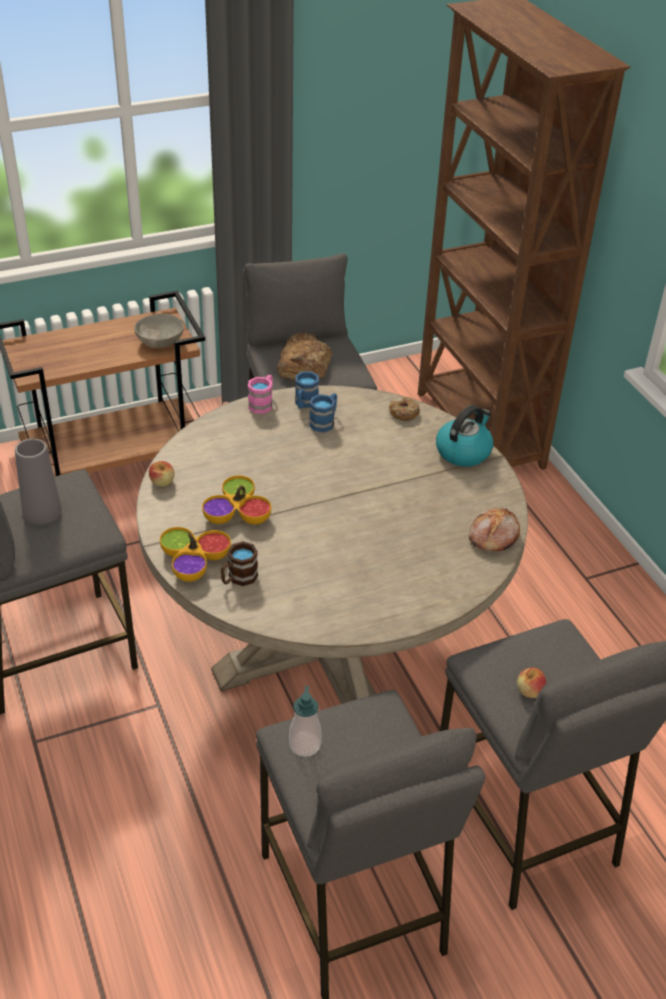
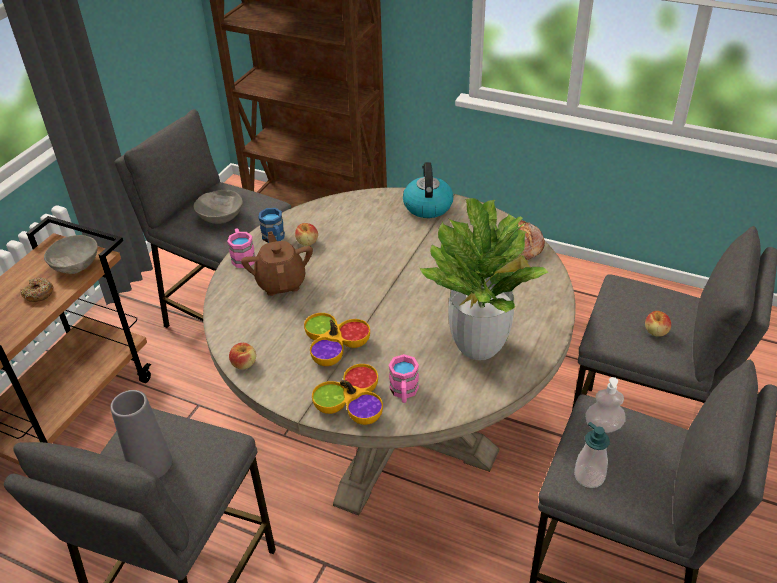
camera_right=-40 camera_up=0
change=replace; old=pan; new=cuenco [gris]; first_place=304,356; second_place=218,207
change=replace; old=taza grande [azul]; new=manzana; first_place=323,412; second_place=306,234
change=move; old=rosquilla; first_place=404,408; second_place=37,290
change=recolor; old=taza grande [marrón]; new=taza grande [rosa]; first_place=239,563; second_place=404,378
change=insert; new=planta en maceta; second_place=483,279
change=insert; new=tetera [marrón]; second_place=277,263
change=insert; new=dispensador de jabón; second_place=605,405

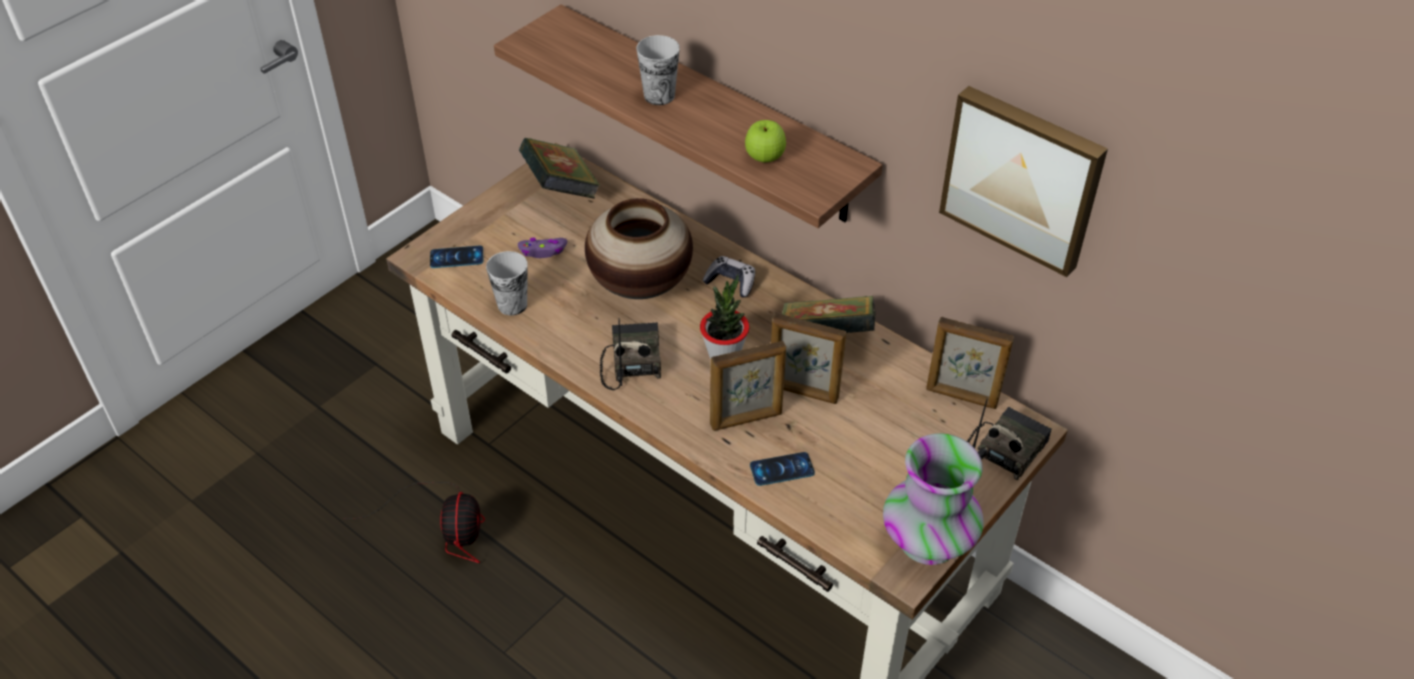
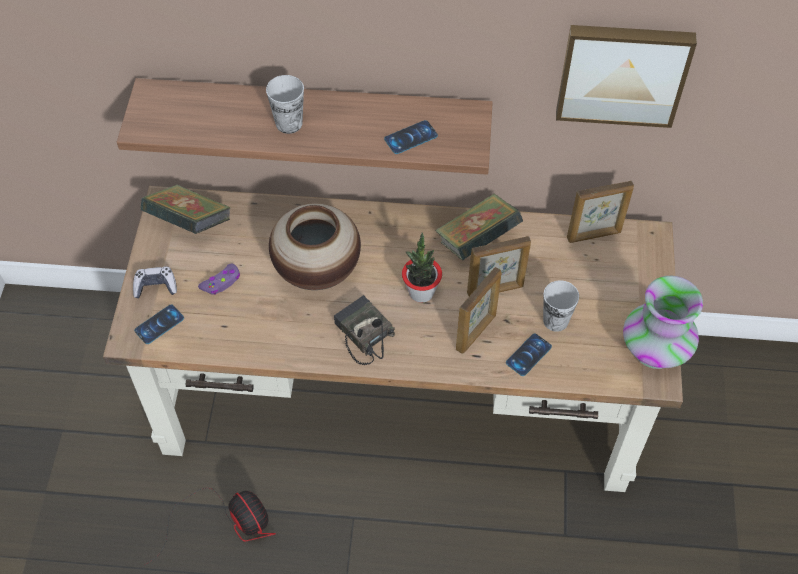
camera_right=-35 camera_up=10
change=replace; old=manzana; new=móvil; first_place=765,141; second_place=411,137
change=move; old=taza; first_place=507,283; second_place=561,306
change=move; old=mando de consola; first_place=728,276; second_place=155,282
change=delete; old=radio; first_place=1009,439

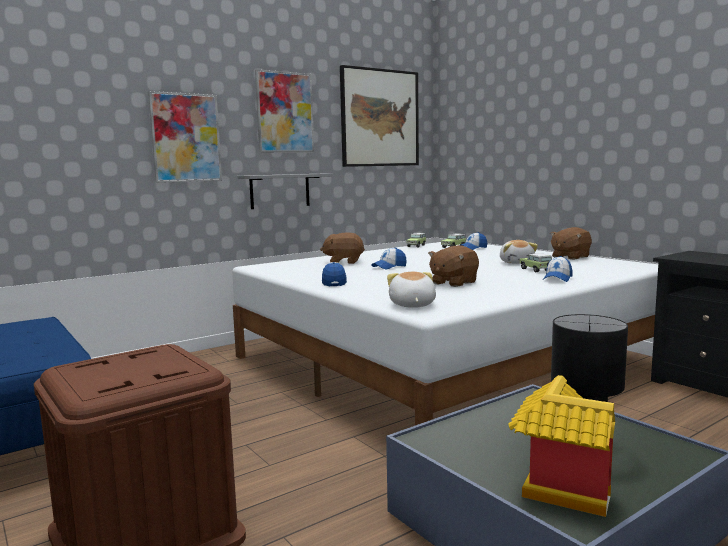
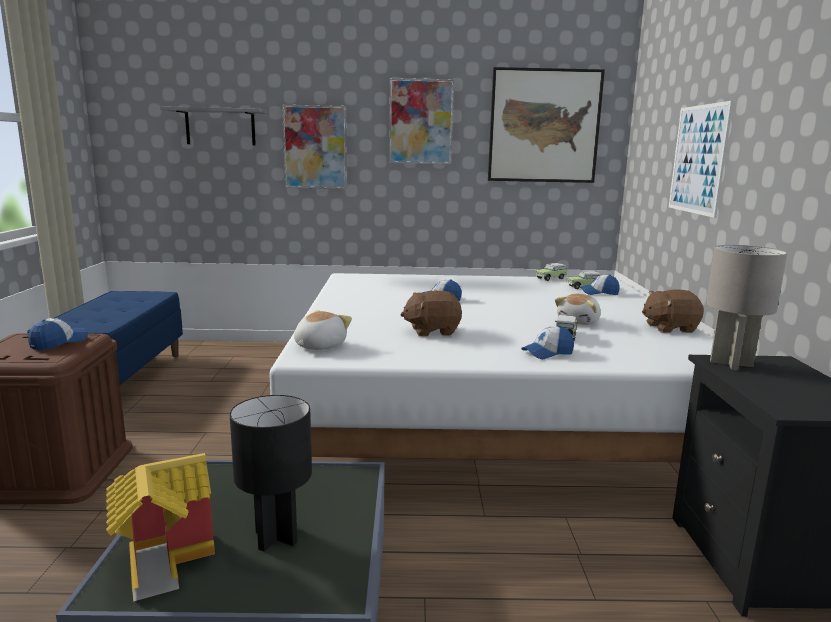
camera_right=35 camera_up=5
change=move; old=estante [gris]; first_place=285,191; second_place=213,126
change=delete; old=peluche [marrón]; first_place=342,248
change=move; old=gorra; first_place=334,274; second_place=58,334
change=insert; new=cuadro; second_place=701,159
change=insert; new=lámpara de mesa [gris]; second_place=746,307

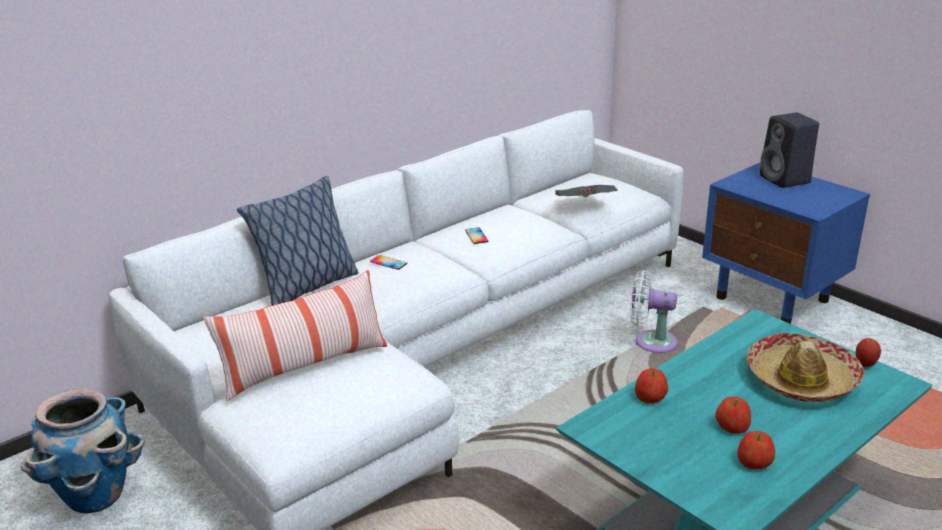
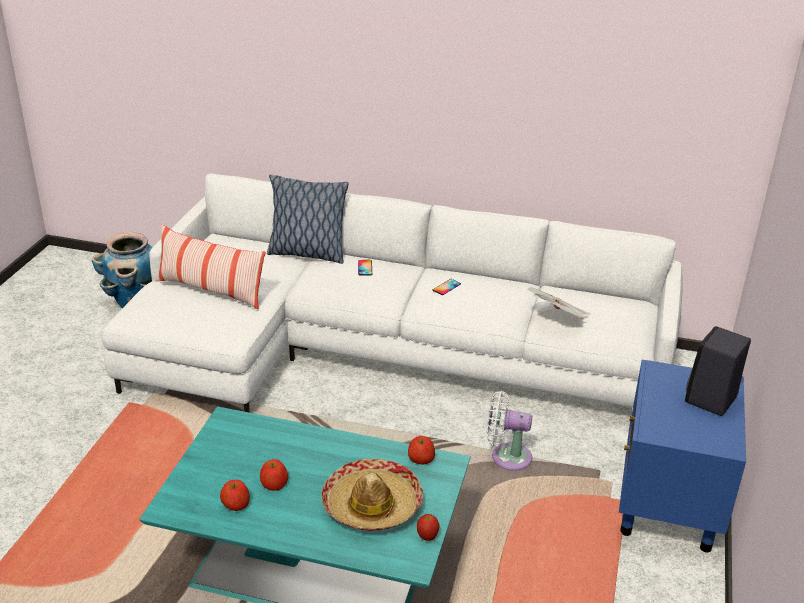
camera_right=55 camera_up=5
change=rotate; old=ventilador [blanco]; first_place=654,311; second_place=509,431; degrees=-60
change=move; old=manzana; first_place=651,386; second_place=421,450

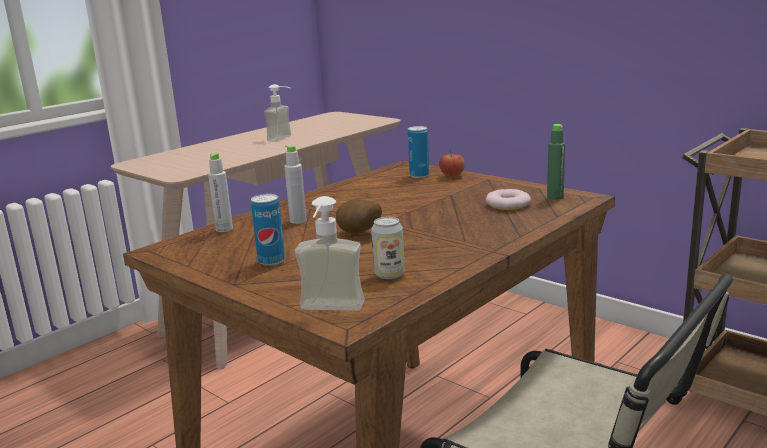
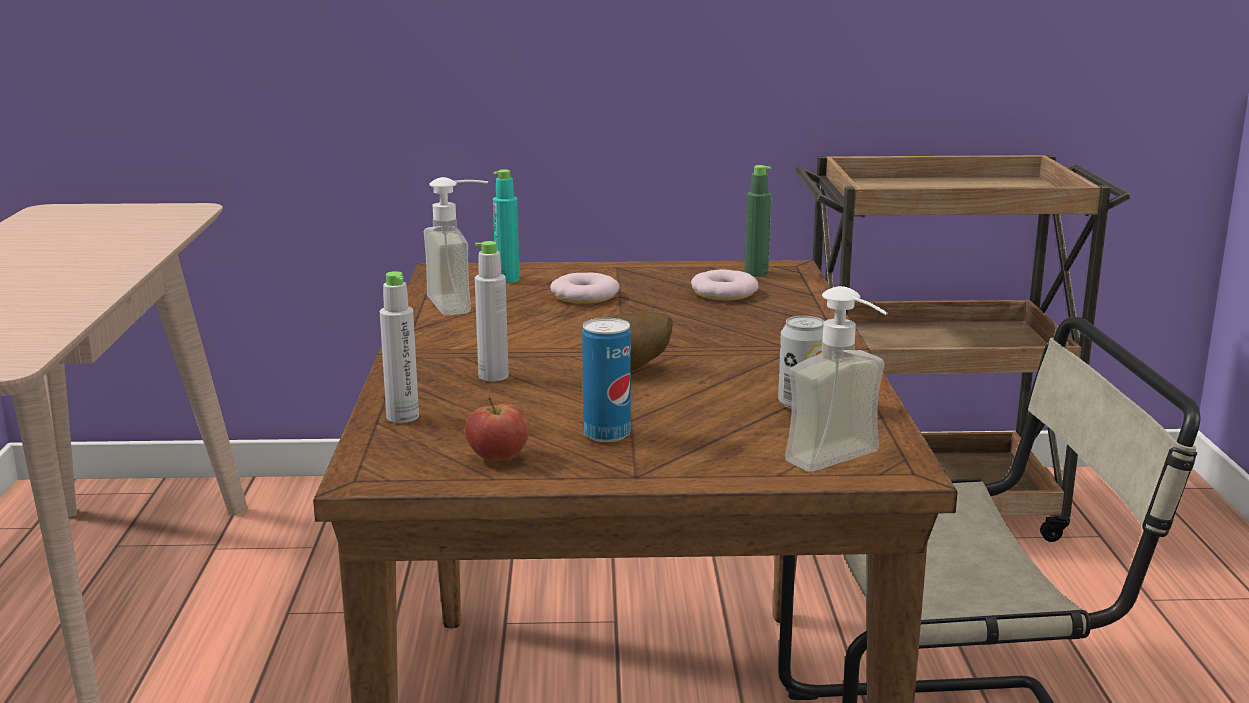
camera_right=-45 camera_up=0
change=move; old=dispensador de jabón; first_place=277,113; second_place=456,246
change=replace; old=lata; new=botella [turquesa]; first_place=418,152; second_place=506,226
change=move; old=manzana; first_place=452,163; second_place=497,429
change=insert; new=rosquilla; second_place=585,288

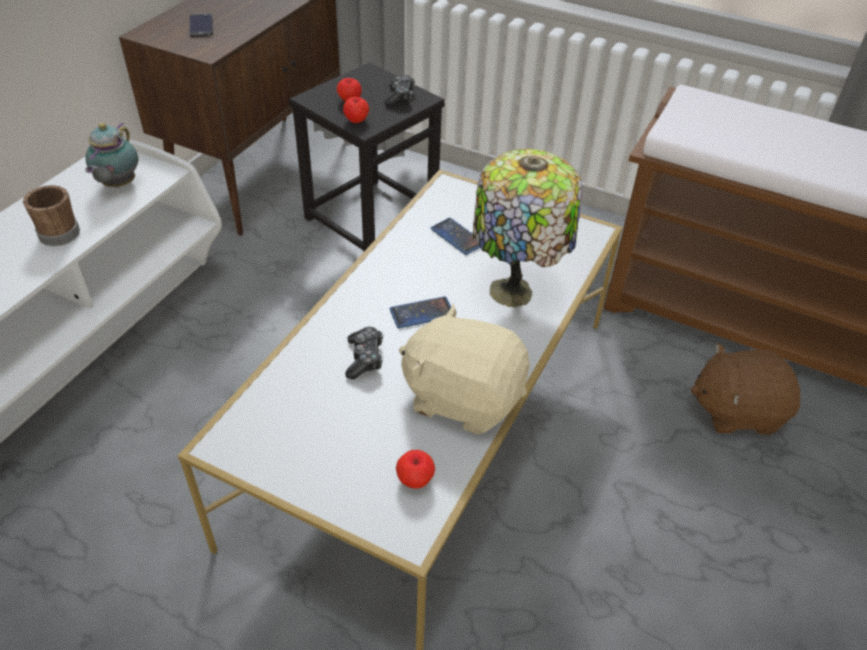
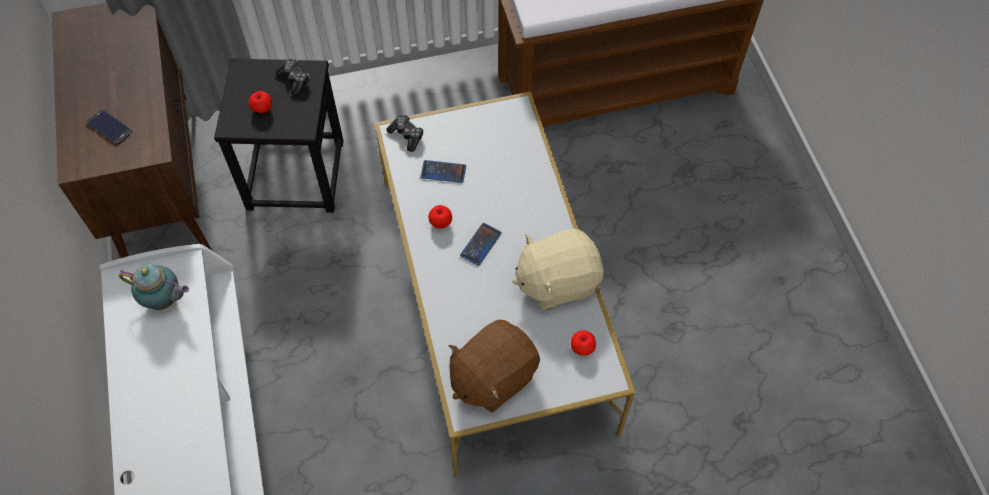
camera_right=-40 camera_up=15
change=move; old=manzana; first_place=356,110; second_place=440,216
change=rotate; old=tetera; first_place=111,155; second_place=154,287; degrees=-45
change=delete; old=lámpara de mesa; first_place=528,228
change=delete; old=taza grande [marrón]; first_place=51,215
change=move; old=mando de consola; first_place=364,353; second_place=405,133
change=move; old=peluche [marrón]; first_place=745,389; second_place=494,366

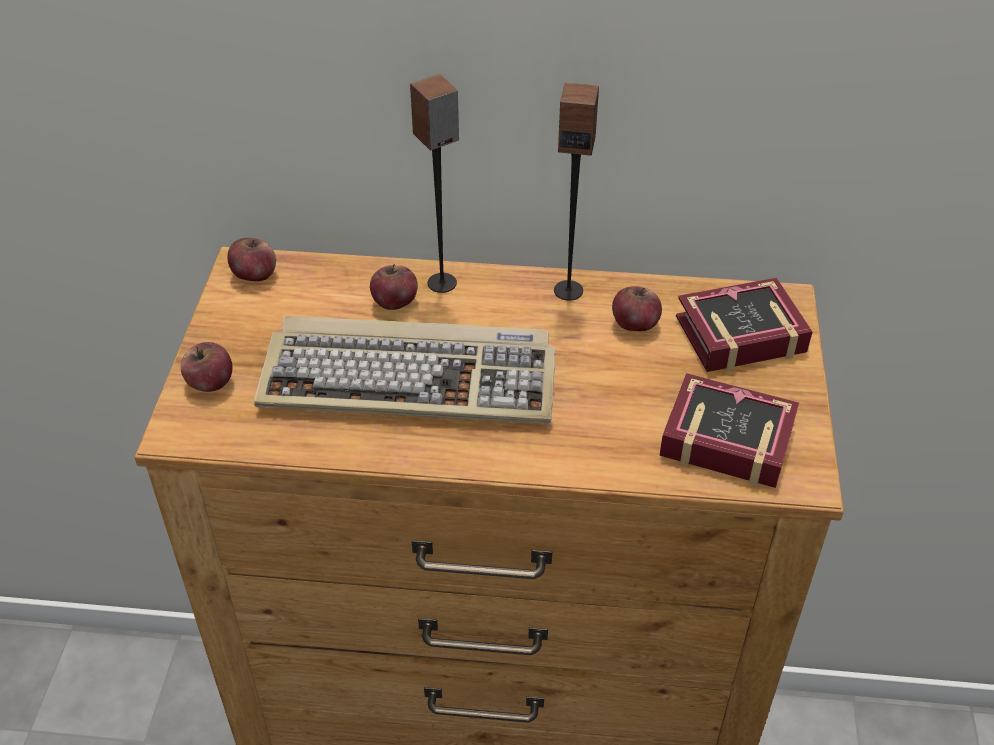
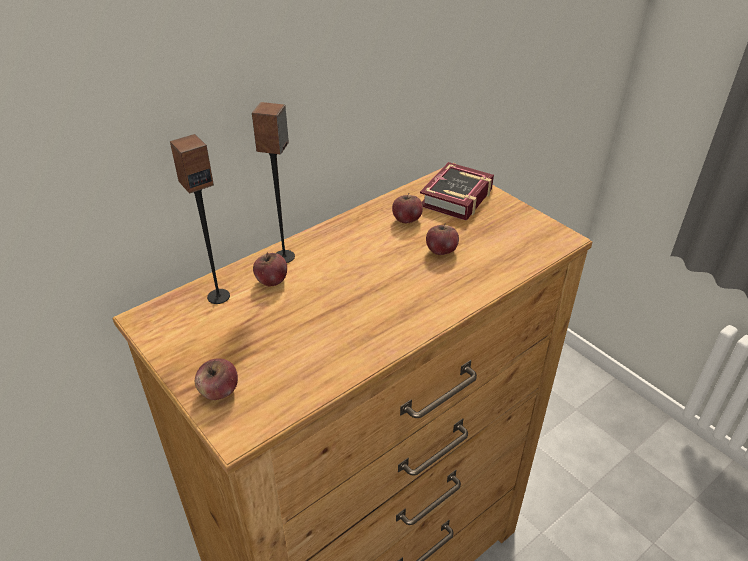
camera_right=-45 camera_up=-5
change=move; old=altavoz; first_place=576,191; second_place=200,219
change=move; old=manzana; first_place=251,259; second_place=442,239
change=delete; old=teclado; first_place=404,370
change=delete; old=libro; first_place=729,430

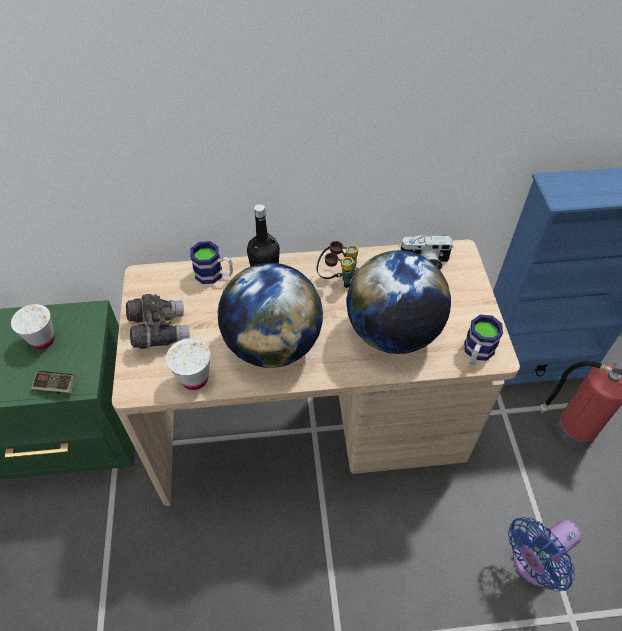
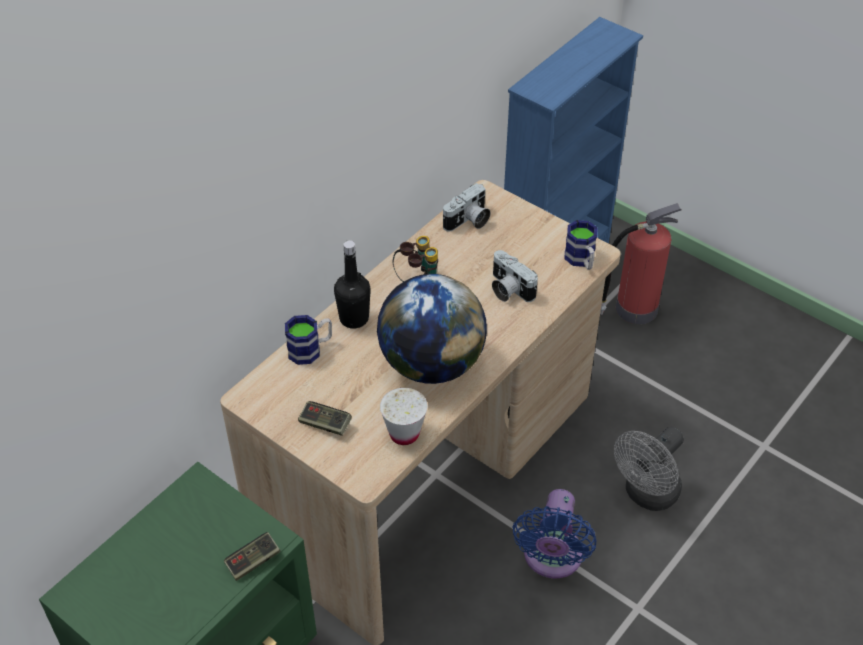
camera_right=-45 camera_up=-5
change=replace; old=globo terráqueo; new=cámara; first_place=398,302; second_place=515,276
change=replace; old=prismáticos [gris]; new=mando de consola; first_place=158,321; second_place=325,418
change=delete; old=taza [blanco]; first_place=33,326
change=move; old=ventilador [azul]; first_place=545,554; second_place=554,533
change=insert; new=ventilador [gris]; second_place=649,468

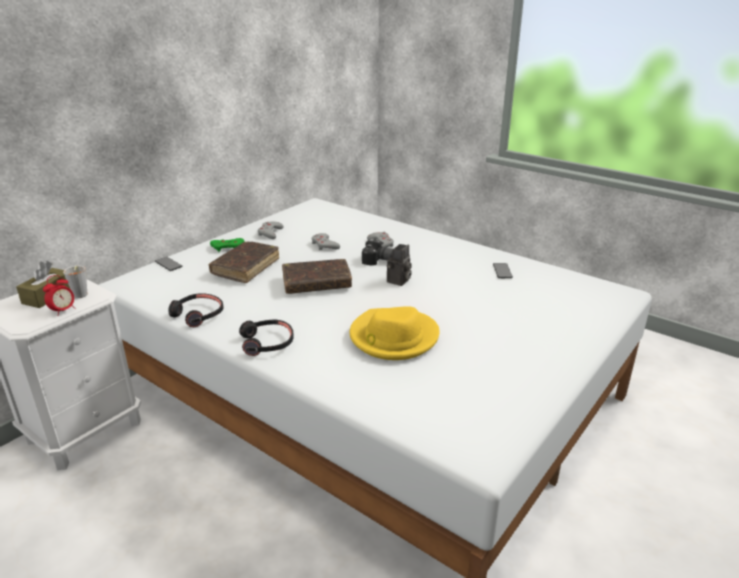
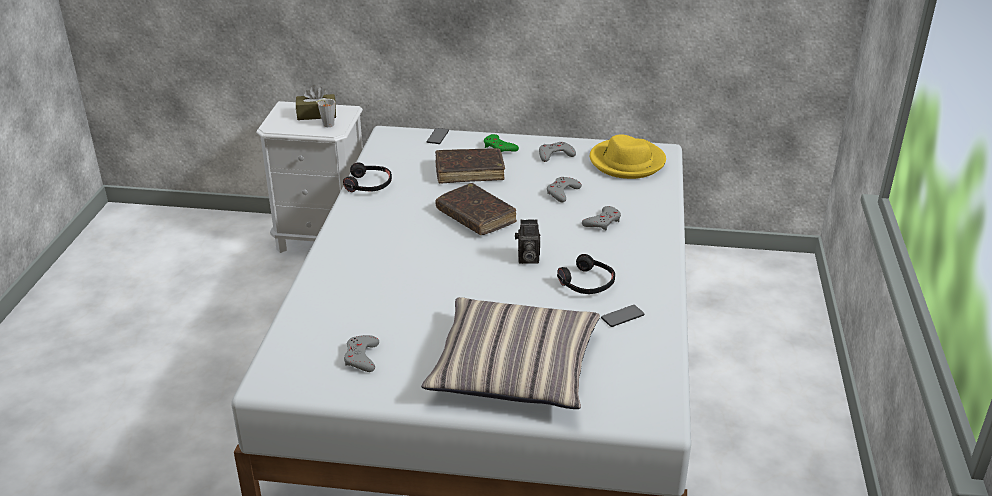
camera_right=60 camera_up=5
change=delete; old=cámara; first_place=377,252
change=delete; old=despertador; first_place=59,295
change=move; old=sombrero [amarillo]; first_place=394,333; second_place=628,156
change=move; old=auriculares [negro]; first_place=266,337; second_place=586,274
change=insert; new=cojín; second_place=510,353
change=insert; new=mando de consola [gris]; second_place=361,353

